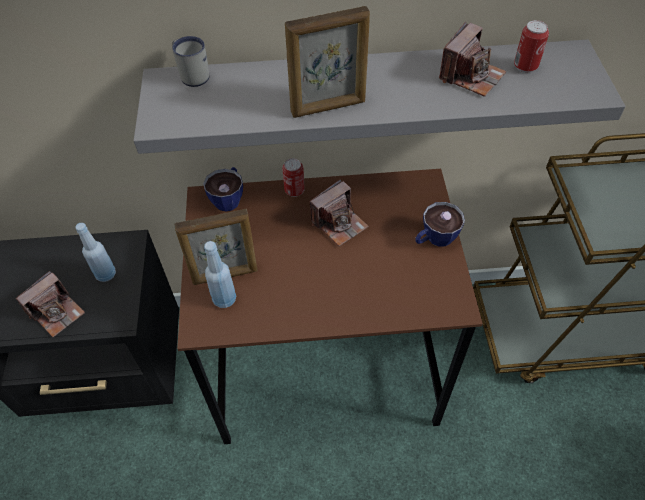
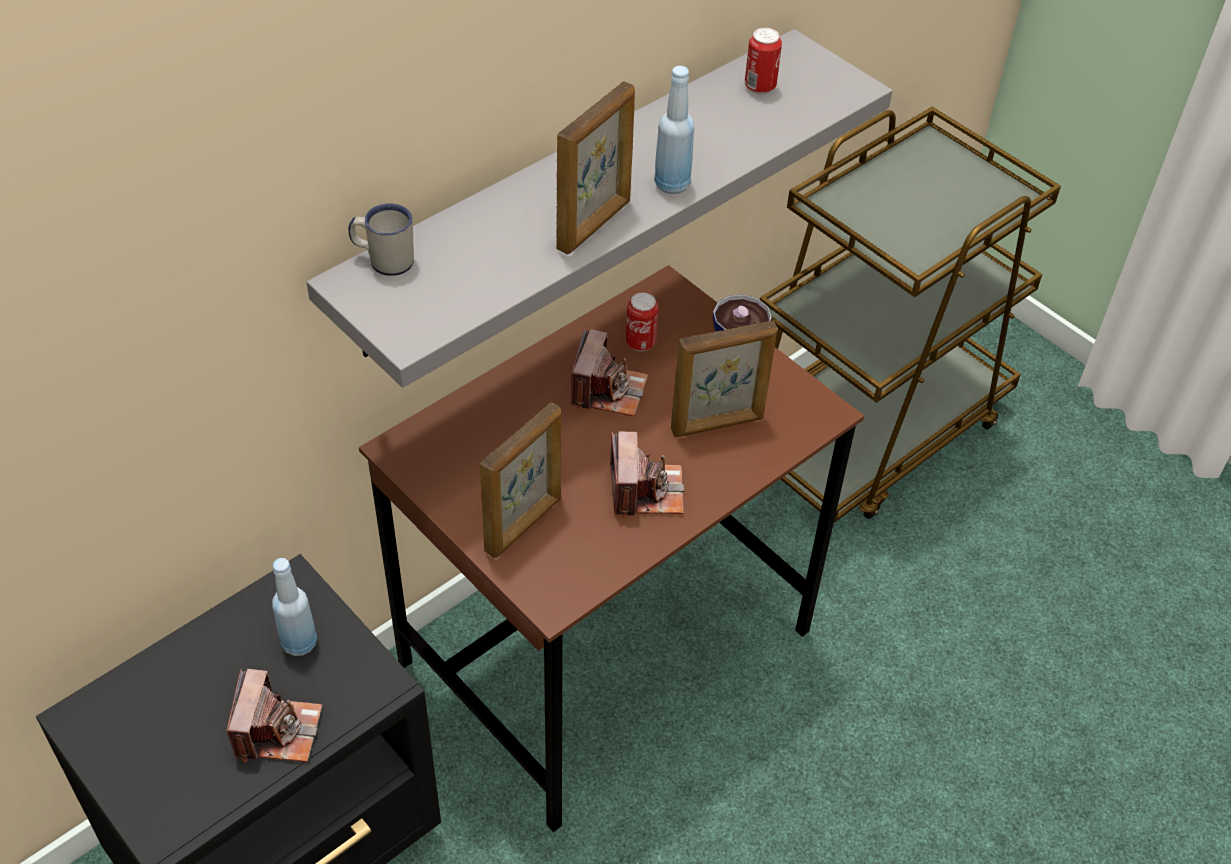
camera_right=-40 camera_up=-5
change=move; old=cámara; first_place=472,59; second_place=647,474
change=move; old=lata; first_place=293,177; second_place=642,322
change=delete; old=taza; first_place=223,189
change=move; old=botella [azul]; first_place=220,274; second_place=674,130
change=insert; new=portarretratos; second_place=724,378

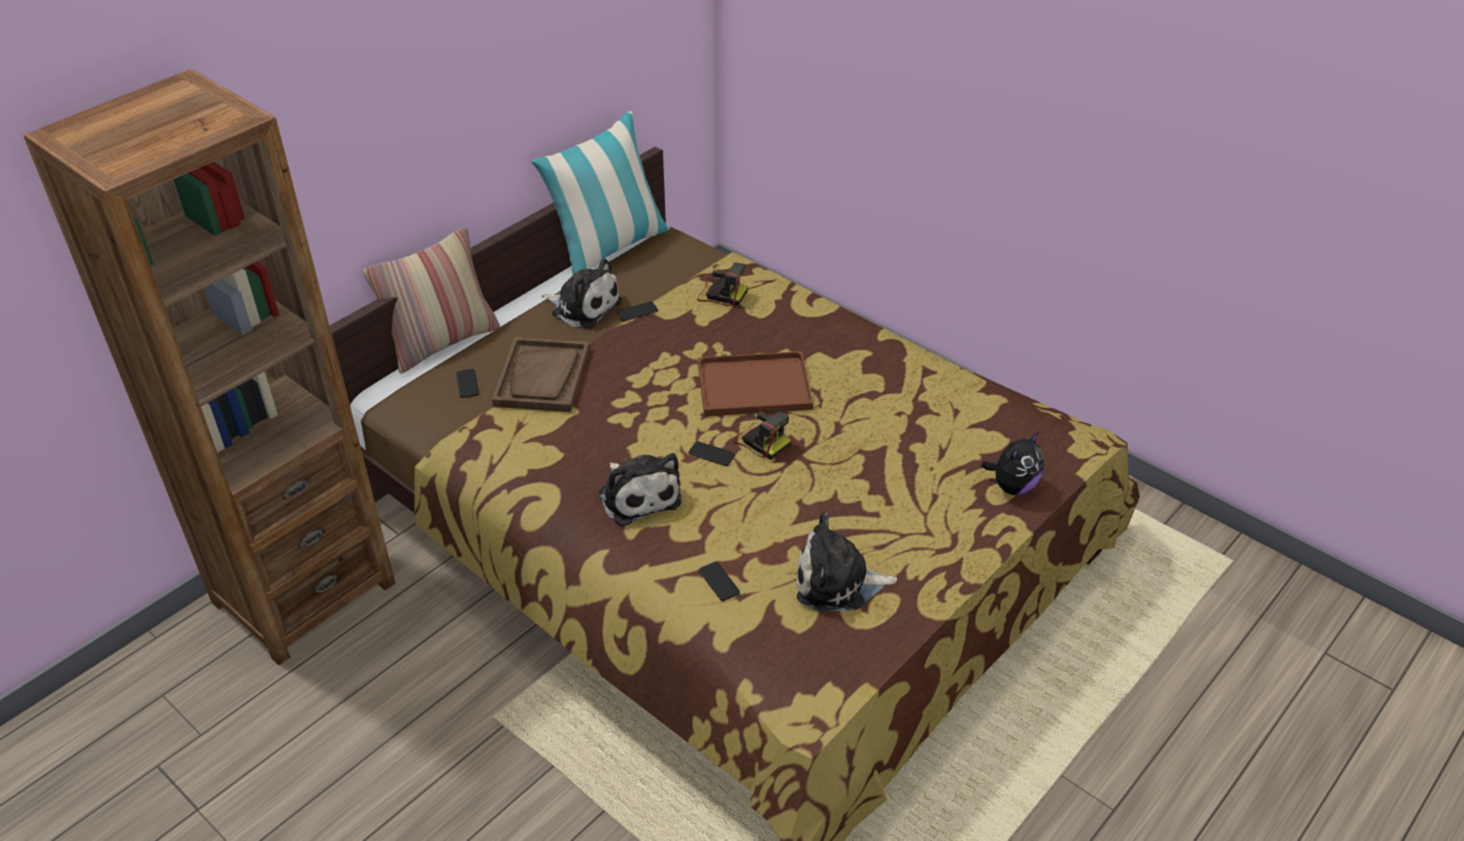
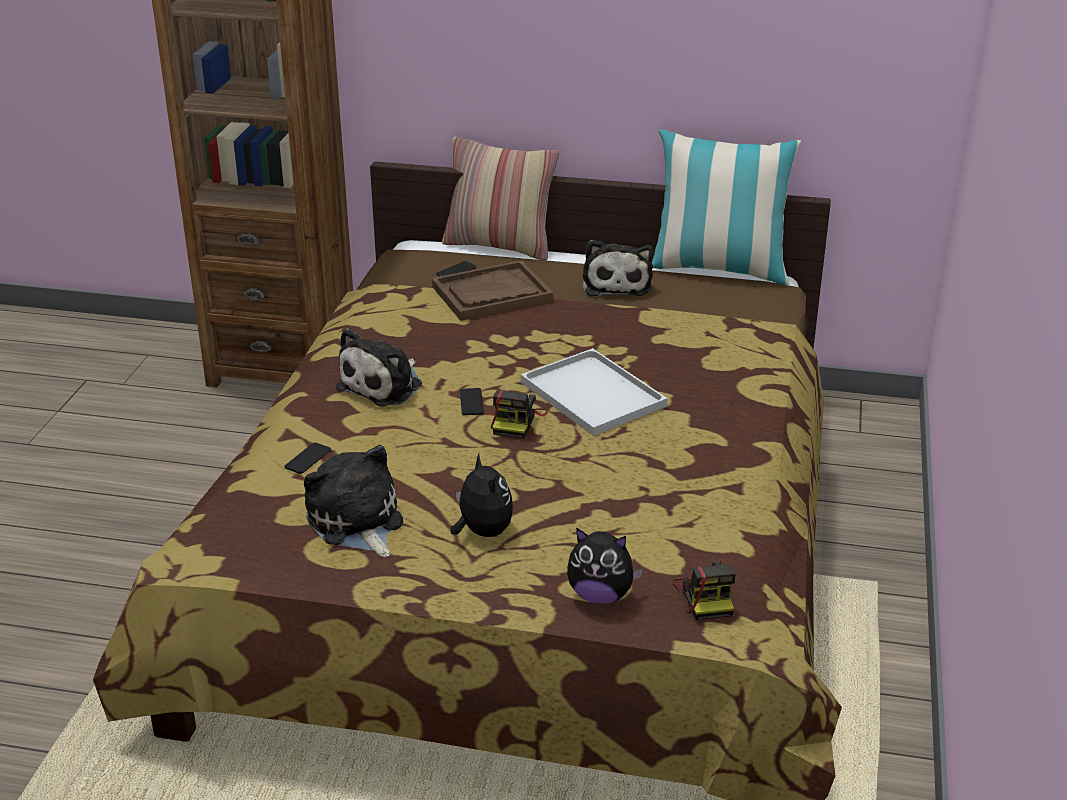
camera_right=60 camera_up=-10
change=move; old=cámara; first_place=722,284; second_place=703,590
change=delete; old=móvil; first_place=637,311
change=recolor; old=bandeja [marrón]; new=bandeja [blanco]; first_place=755,383; second_place=594,392
change=insert; new=peluche; second_place=482,495

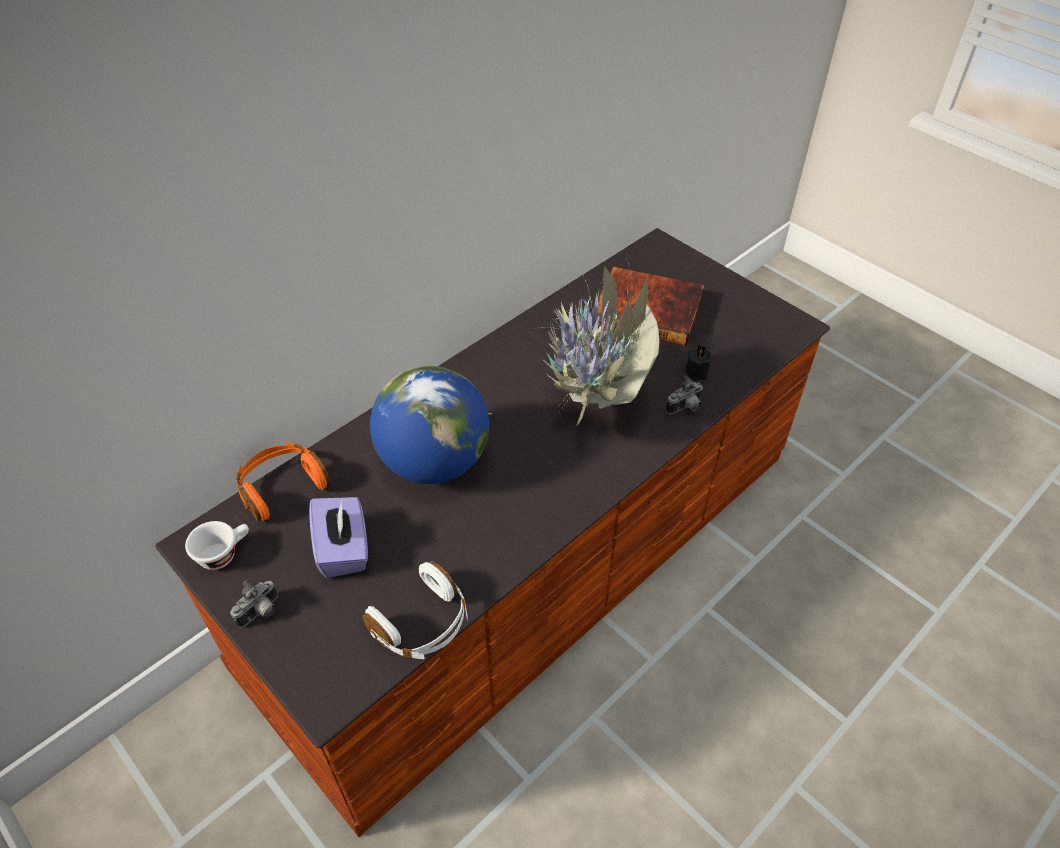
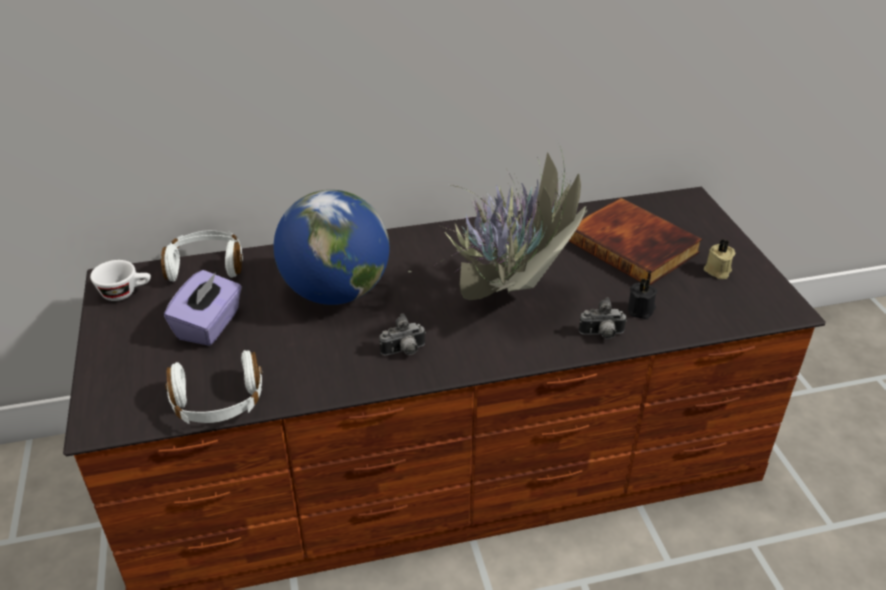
camera_right=30 camera_up=-10
change=recolor; old=auriculares [naranja]; new=auriculares [blanco]; first_place=283,481; second_place=202,256
change=move; old=cámara; first_place=254,604; second_place=403,335
change=insert; new=vela [beis]; second_place=719,259

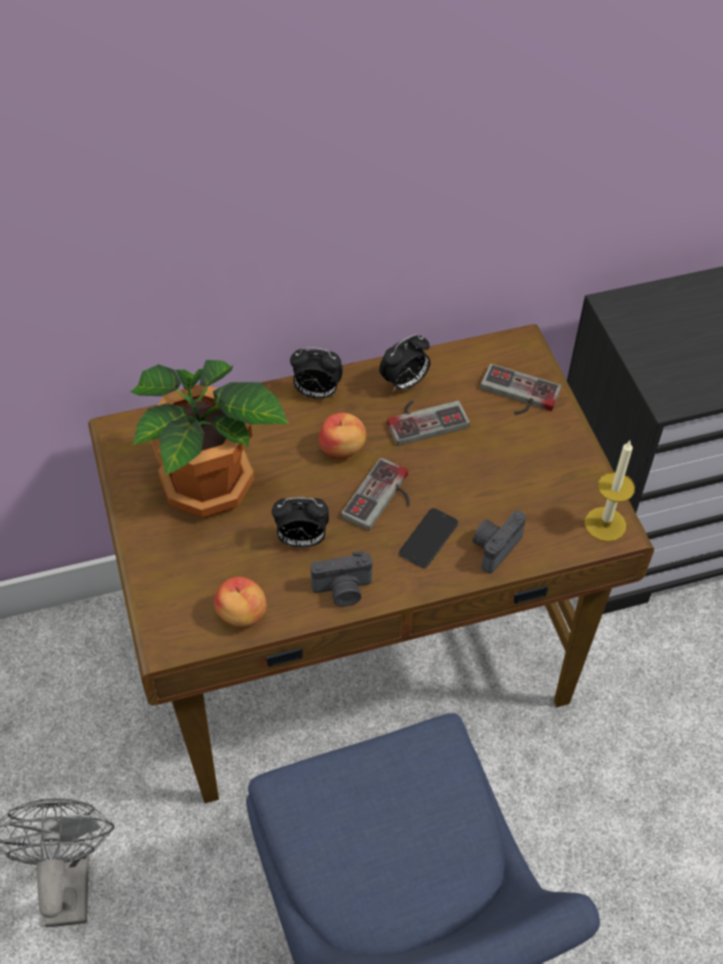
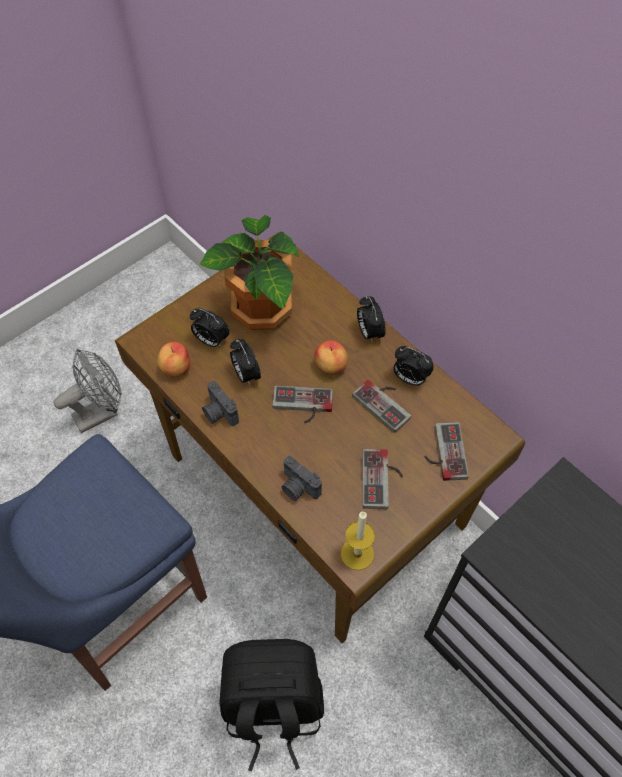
camera_right=65 camera_up=5
change=delete; old=móvil; first_place=429,538
change=rotate; old=cámara; first_place=499,542; second_place=301,478; degrees=-150
change=insert; new=despertador; second_place=210,328
change=insert; new=mando de consola; second_place=383,479
change=insert; new=mochila [negro]; second_place=271,705

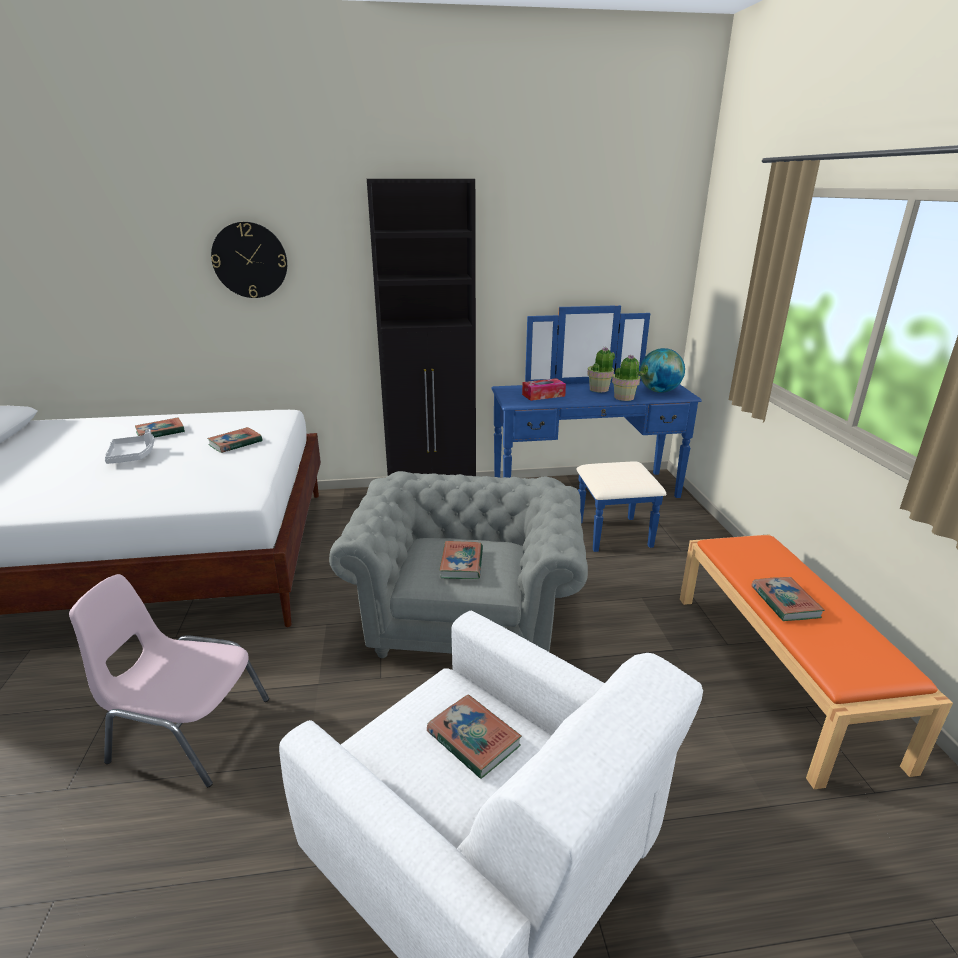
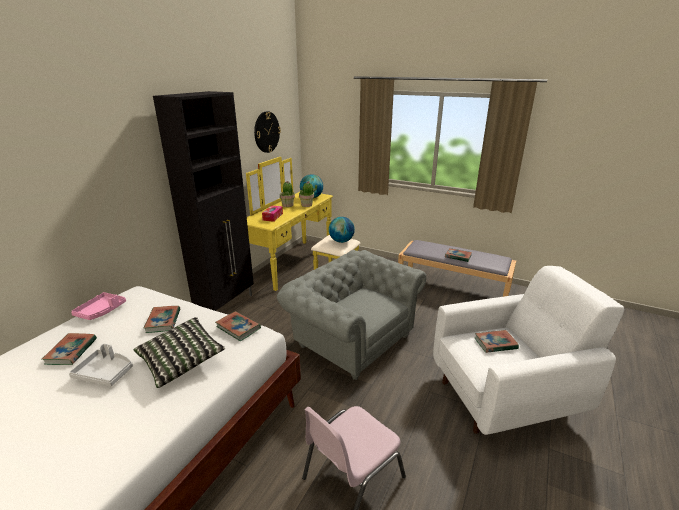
camera_right=-55 camera_up=0
change=move; old=reloj de pared; first_place=249,260; second_place=267,132
change=recolor; old=cómoda [azul]; new=cómoda [amarillo]; first_place=597,428; second_place=303,224
change=recolor; old=banco [naranja]; new=banco [gris]; first_place=816,662; second_place=457,268
change=move; old=libro; first_place=461,560; second_place=238,326
change=insert; new=globo terráqueo; second_place=342,230
change=insert; new=bandeja [rosa]; second_place=98,306
change=insert; new=cojín; second_place=179,352

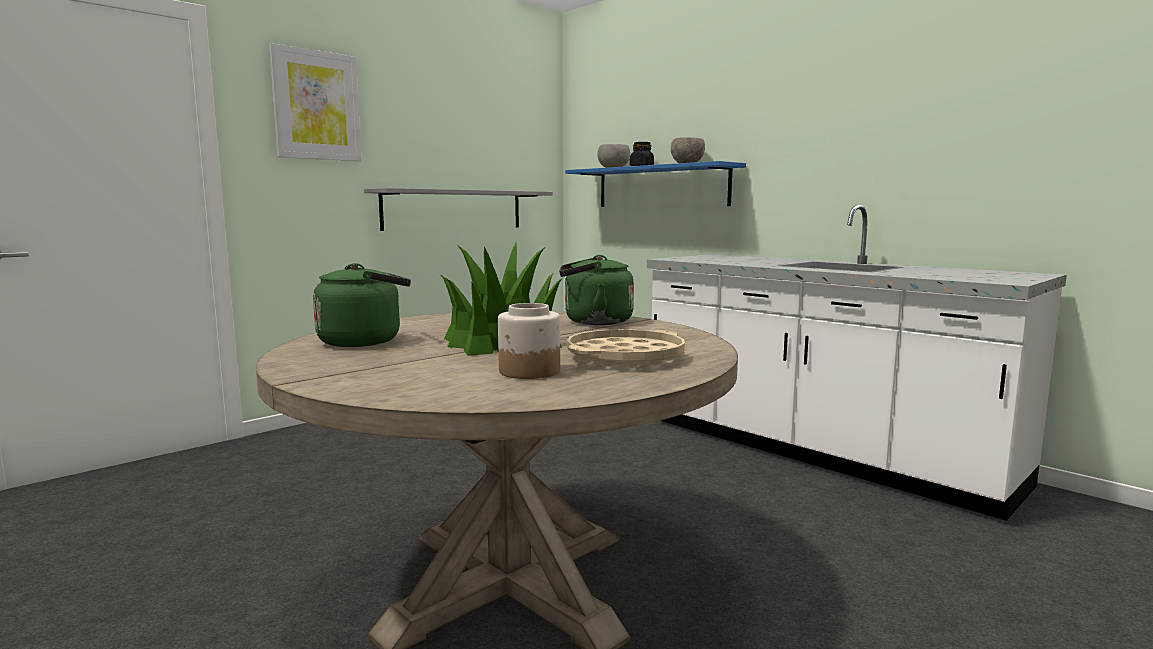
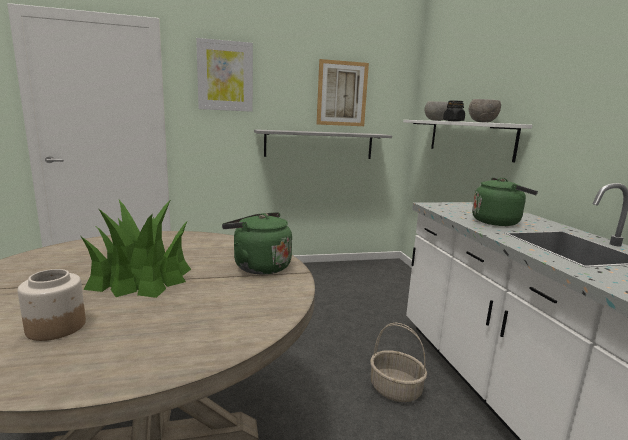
camera_right=30 camera_up=5
change=recolor; old=estante [azul]; new=estante [blanco]; first_place=655,184; second_place=467,141
change=move; old=hervidor [verde]; first_place=362,305; second_place=505,202
change=delete; old=bandeja [beis]; first_place=626,348
change=insert; new=cuadro; second_place=343,92
change=insert; new=cesta; second_place=398,362

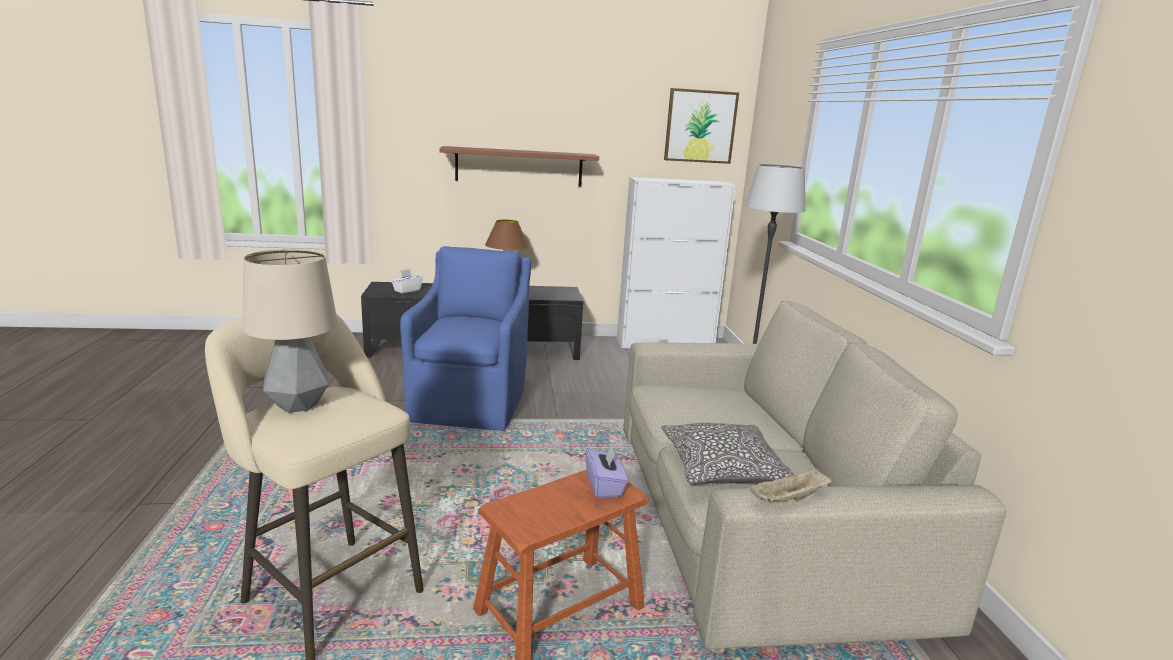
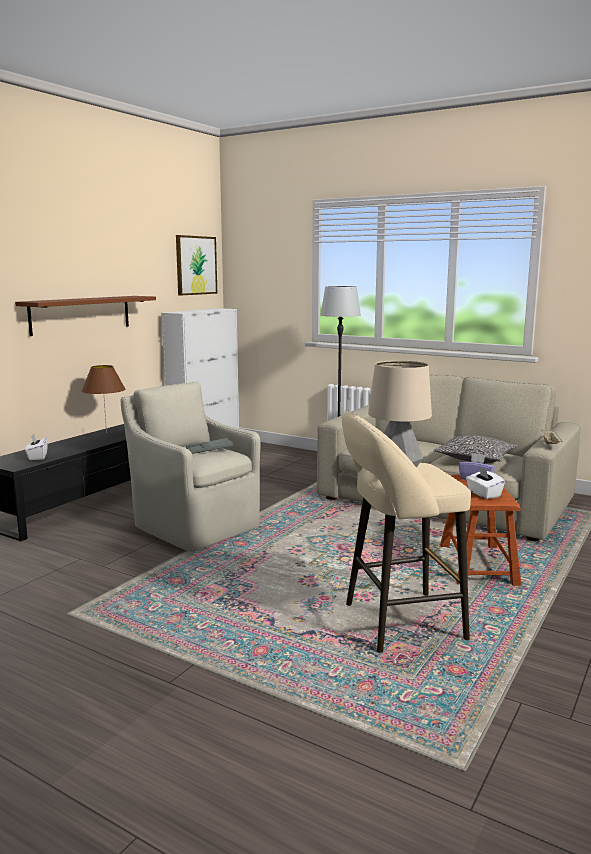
camera_right=-50 camera_up=-5
change=recolor; old=sillón [azul]; new=sillón [beis]; first_place=465,338; second_place=191,467
change=insert; new=bandeja [gris]; second_place=209,446
change=insert; new=caja de pañuelos [blanco]; second_place=485,482

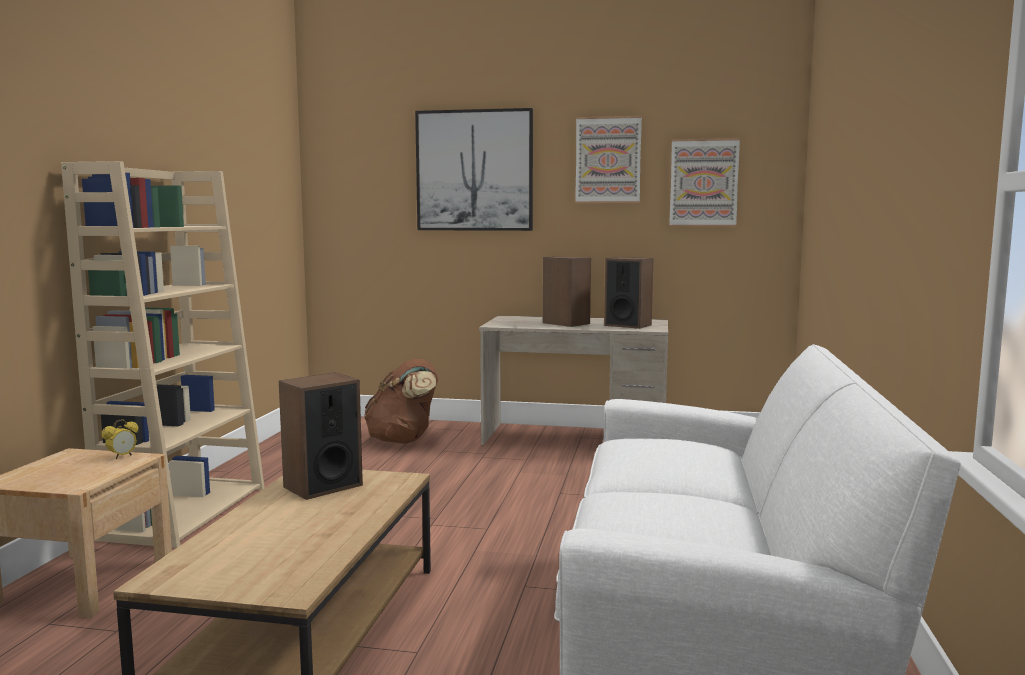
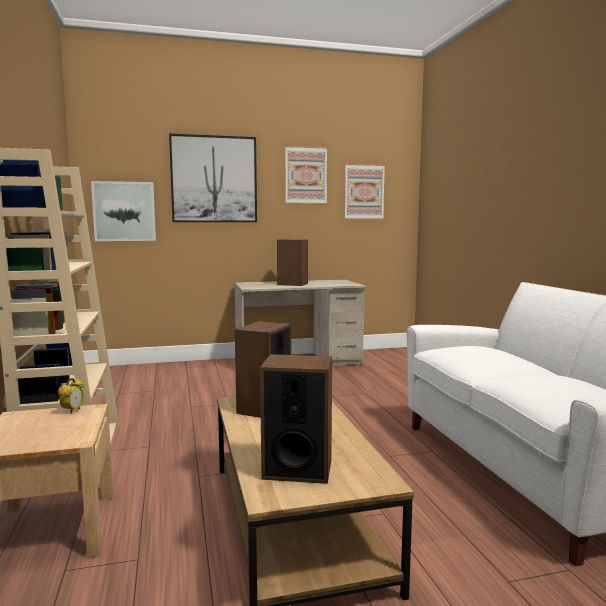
camera_right=-25 camera_up=0
change=move; old=altavoz; first_place=628,293; second_place=296,419
change=delete; old=mochila [marrón]; first_place=401,401
change=insert; new=cuadro; second_place=123,211

